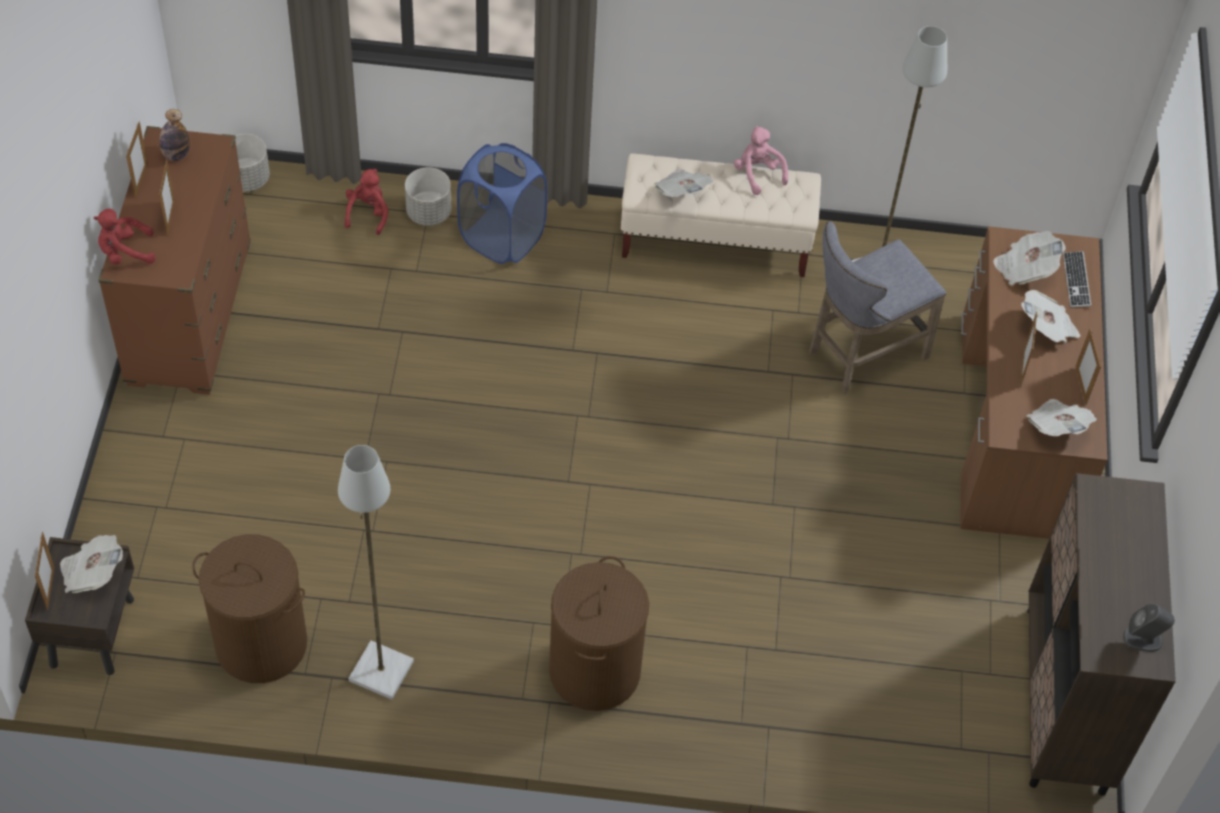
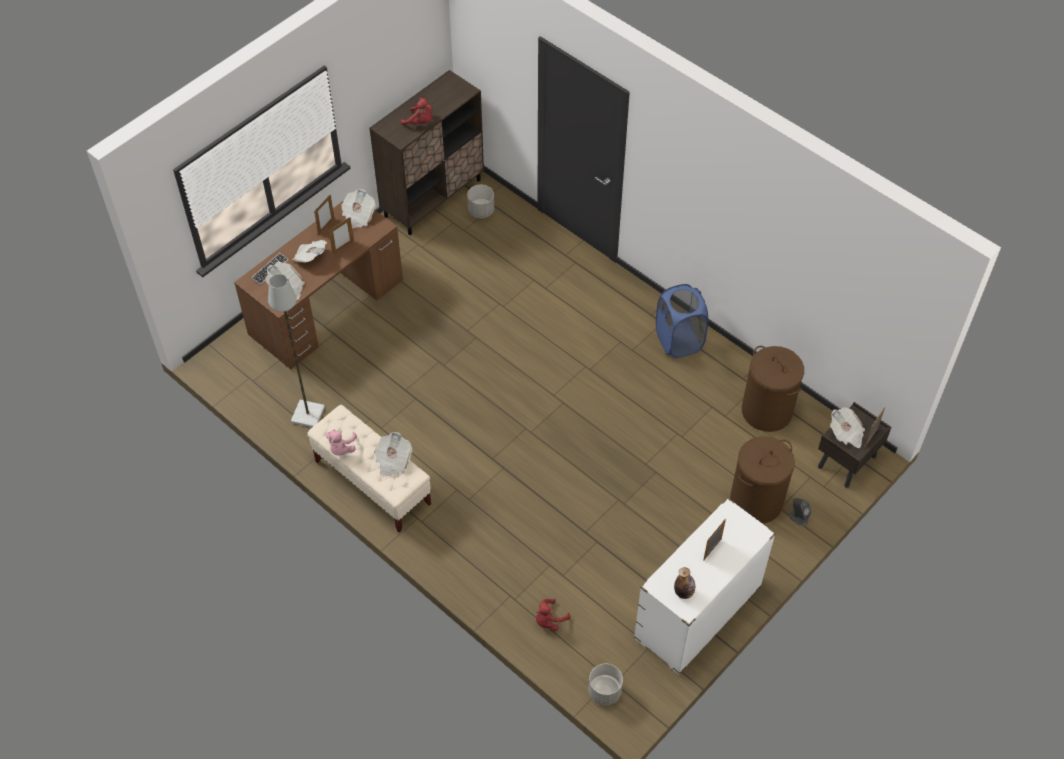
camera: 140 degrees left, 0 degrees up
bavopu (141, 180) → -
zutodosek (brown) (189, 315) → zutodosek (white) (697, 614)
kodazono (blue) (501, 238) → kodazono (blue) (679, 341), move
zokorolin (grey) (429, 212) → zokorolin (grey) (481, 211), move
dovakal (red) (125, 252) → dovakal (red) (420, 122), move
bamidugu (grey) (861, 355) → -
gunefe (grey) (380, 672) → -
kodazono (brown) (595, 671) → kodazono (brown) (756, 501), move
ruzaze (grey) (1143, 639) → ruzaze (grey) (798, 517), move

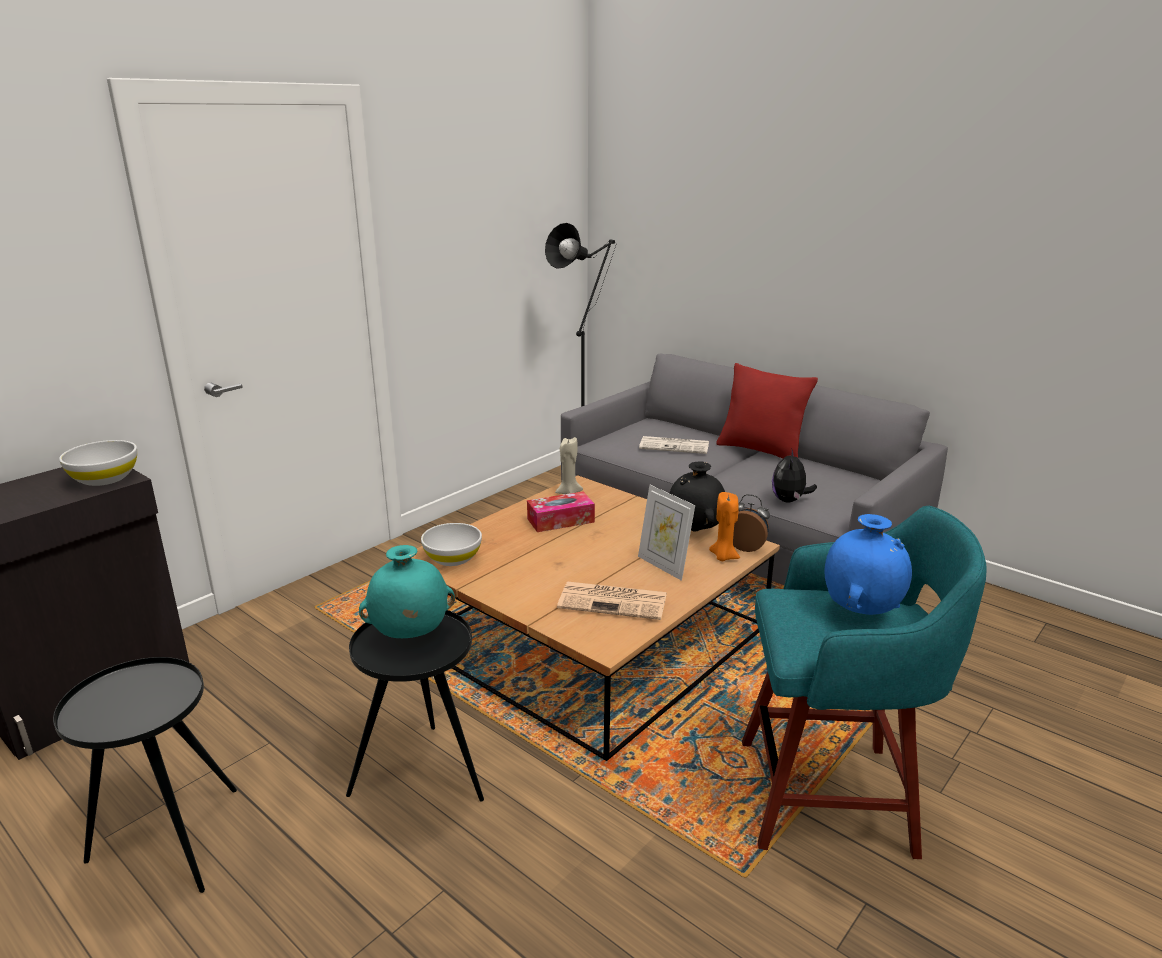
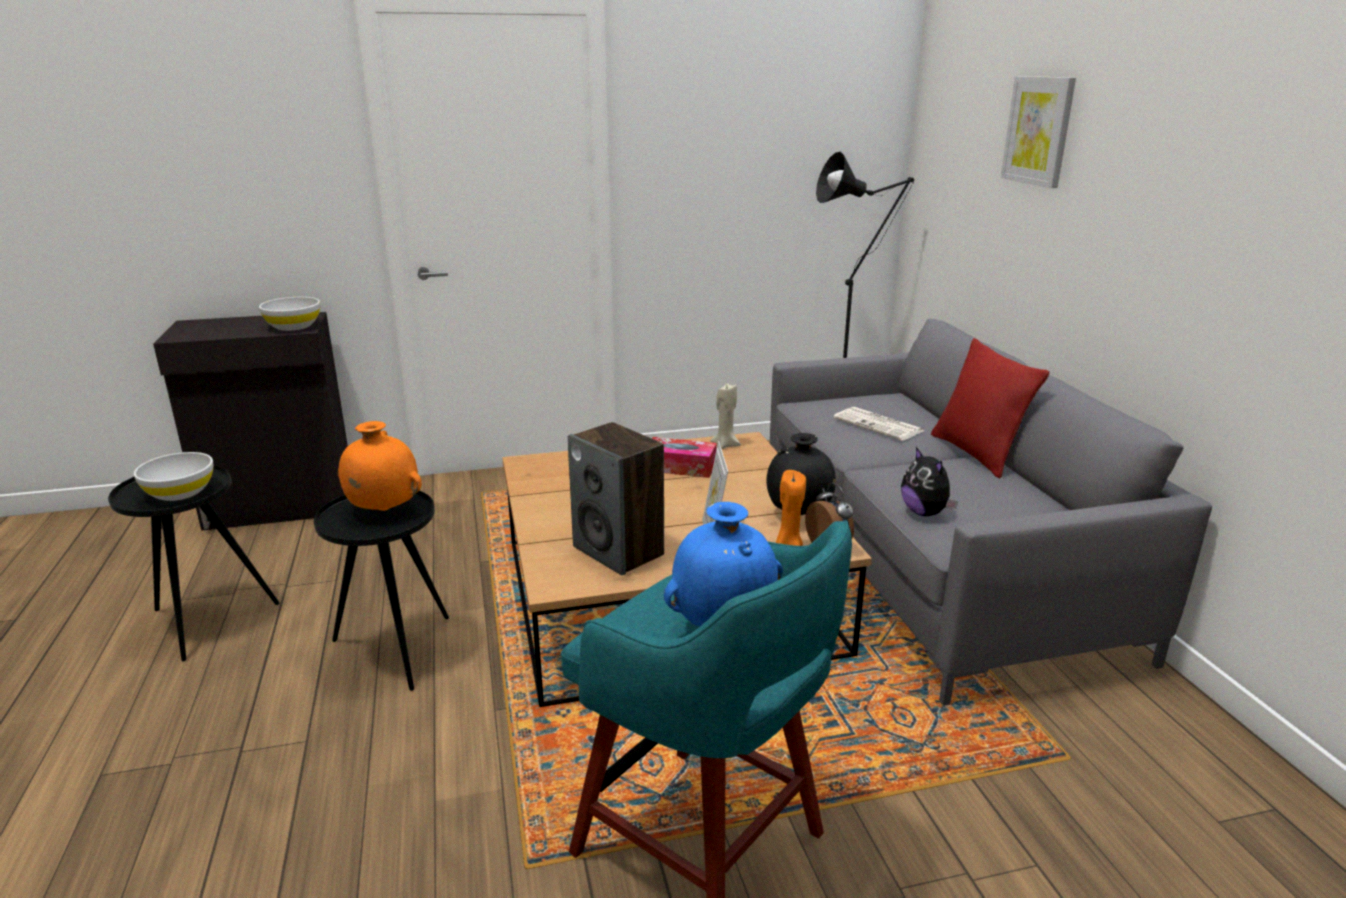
camera: 35 degrees right, 0 degrees up
dovakal (789, 501) → dovakal (925, 512), 75 degrees counterclockwise
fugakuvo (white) (452, 558) → fugakuvo (white) (180, 492), move
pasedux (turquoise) (409, 635) → pasedux (orange) (383, 510)
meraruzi (614, 601) → ruzaze (619, 551)
- → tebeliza (1039, 130)

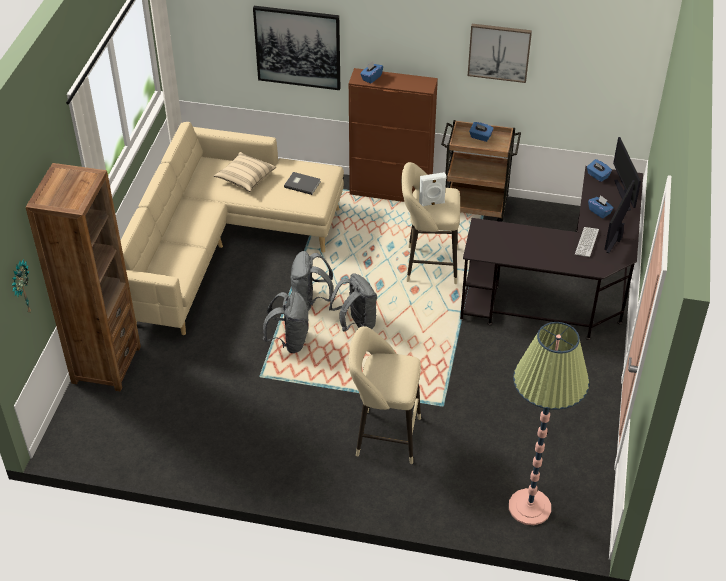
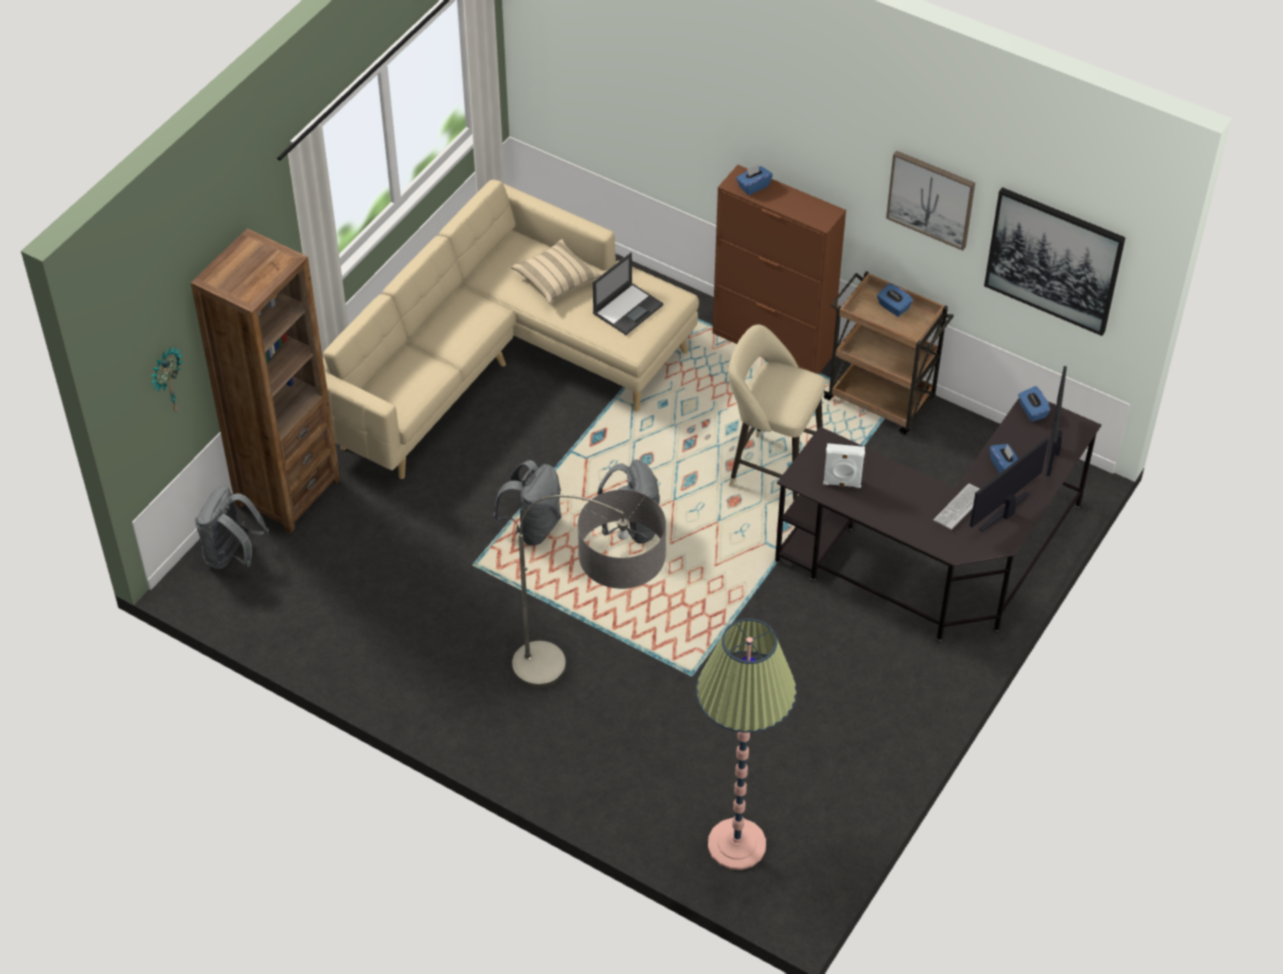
camera: 20 degrees right, 5 degrees up
tebeliza (298, 47) → tebeliza (1054, 260), move
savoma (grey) (302, 184) → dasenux (628, 308)
ruzaze (white) (432, 203) → ruzaze (white) (842, 483), move
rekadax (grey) (311, 301) → rekadax (grey) (233, 555), move
bamidugu (beige) (383, 436) → gunefe (595, 692)

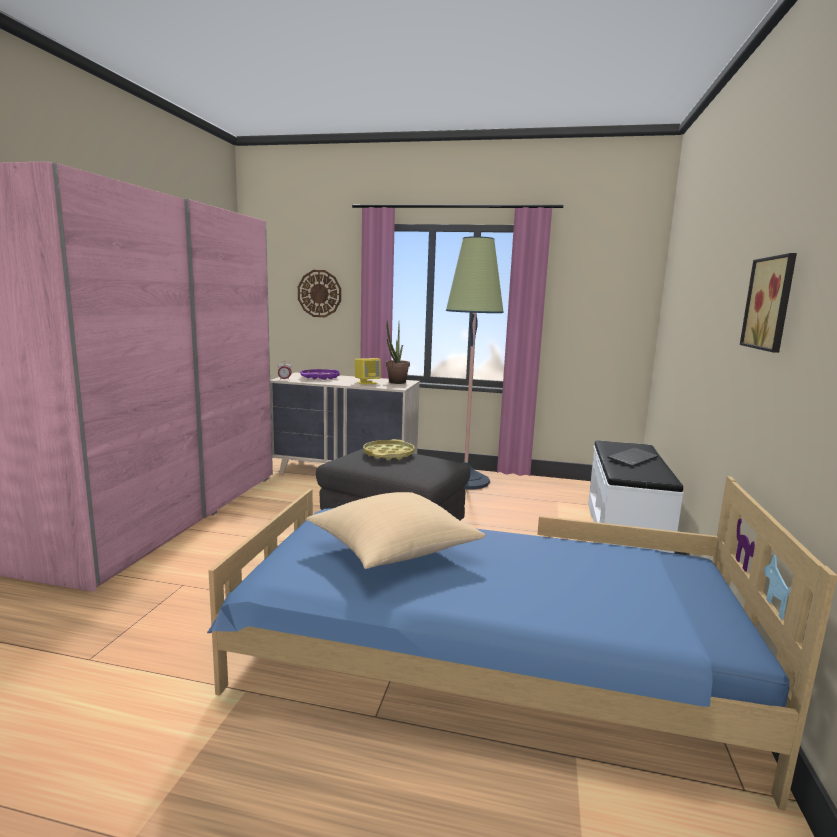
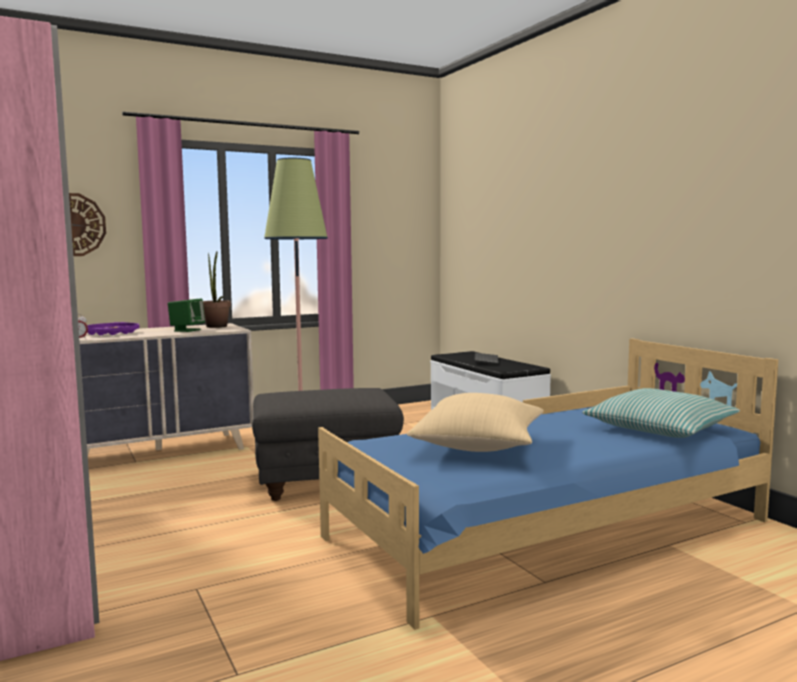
camera: 40 degrees left, 5 degrees down
tebeliza (773, 303) → -
ruzaze (yellow) (367, 383) → ruzaze (green) (187, 330)
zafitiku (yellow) (388, 454) → -
- → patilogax (660, 428)

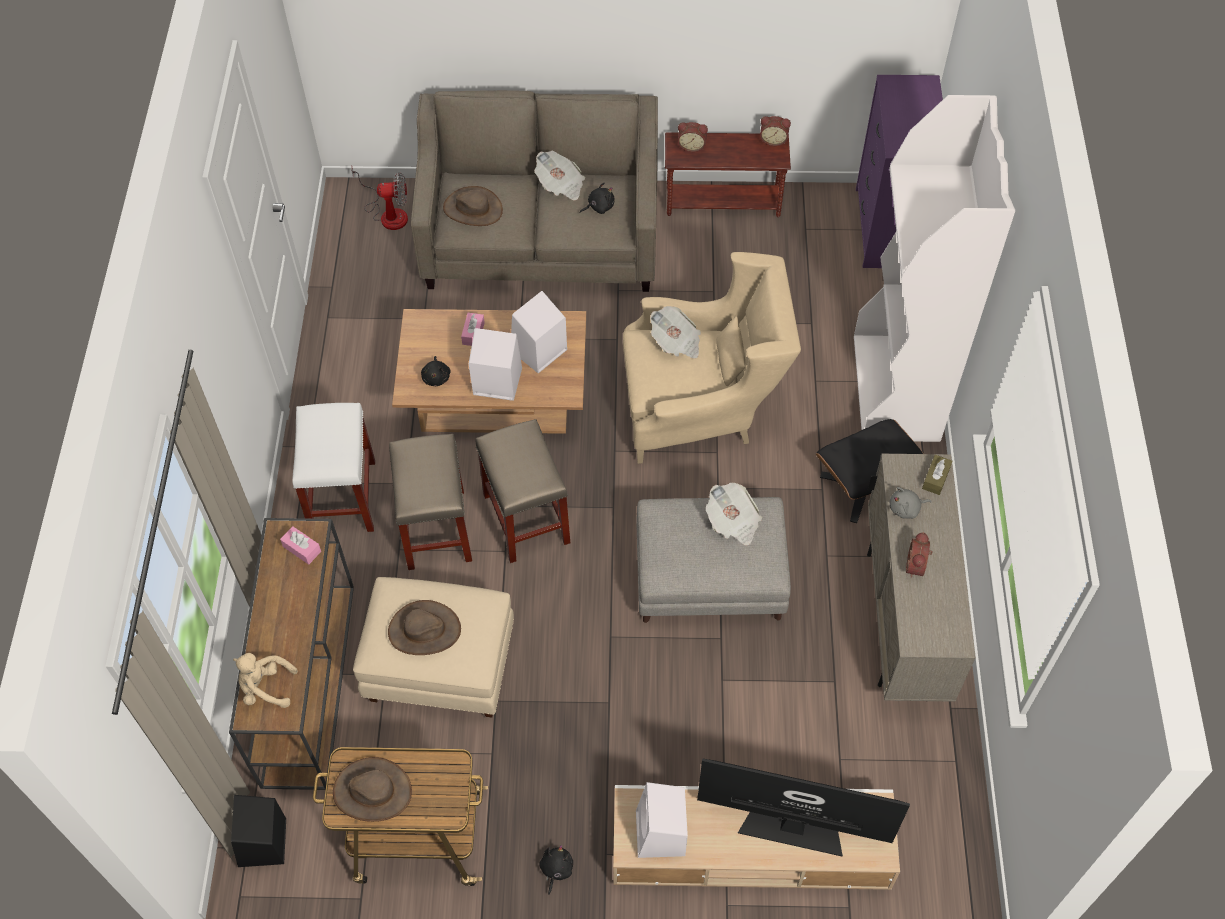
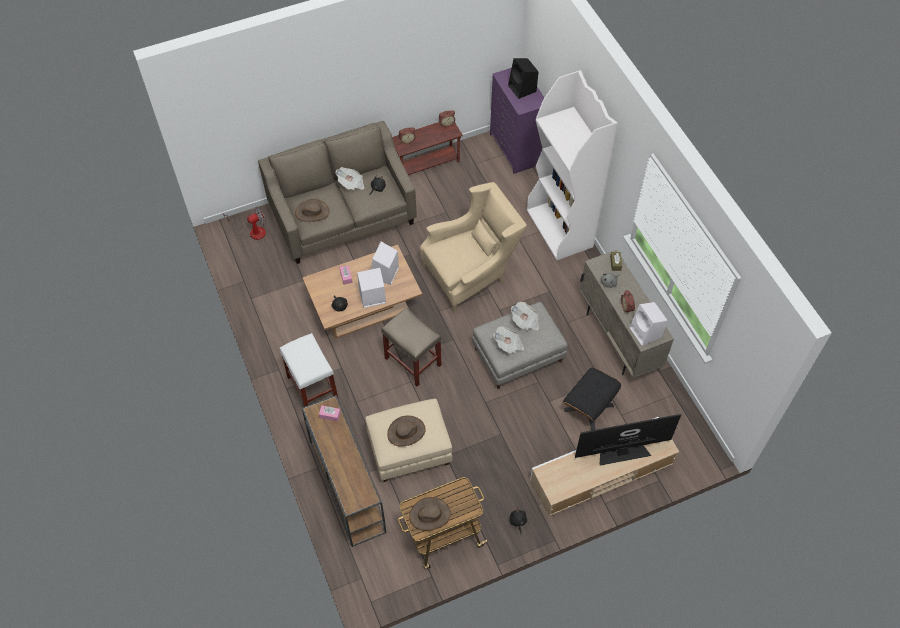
camera: 25 degrees left, 0 degrees up
meraruzi (676, 342) → meraruzi (508, 345), move
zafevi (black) (863, 486) → zafevi (black) (589, 408), move
bamidugu (beige) (437, 530) → -
dovakal (beige) (265, 687) → -
ruzaze (white) (661, 835) → ruzaze (white) (646, 333), move
ruzaze (black) (263, 844) → ruzaze (black) (522, 89), move

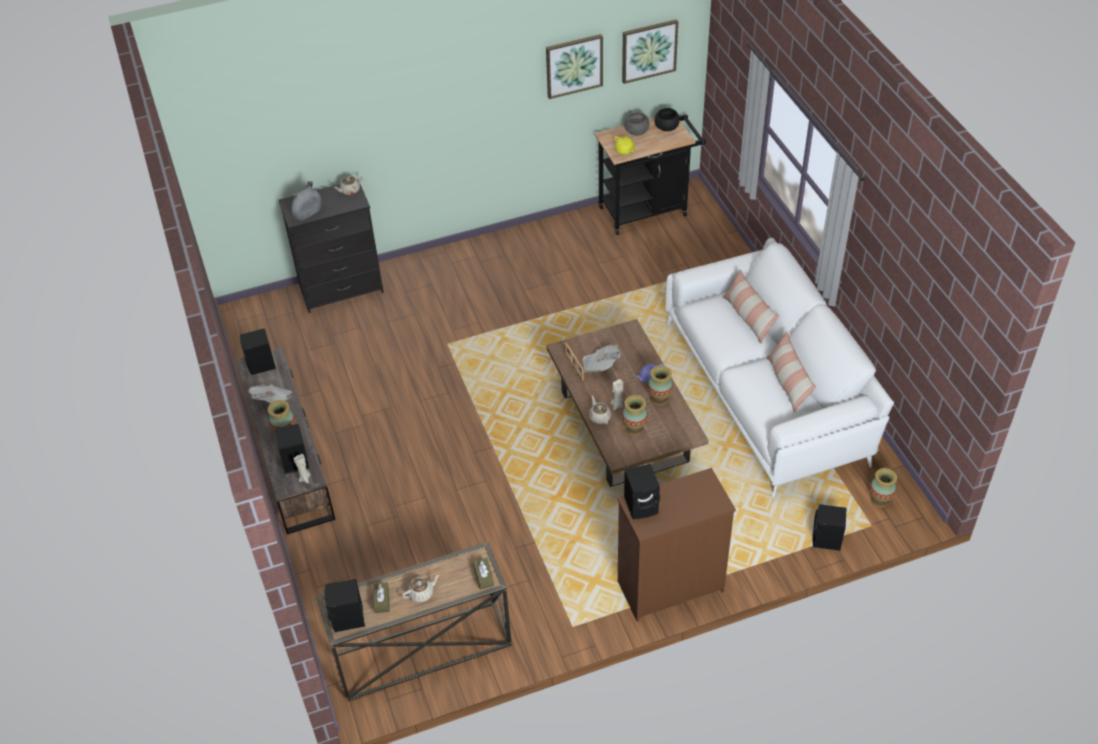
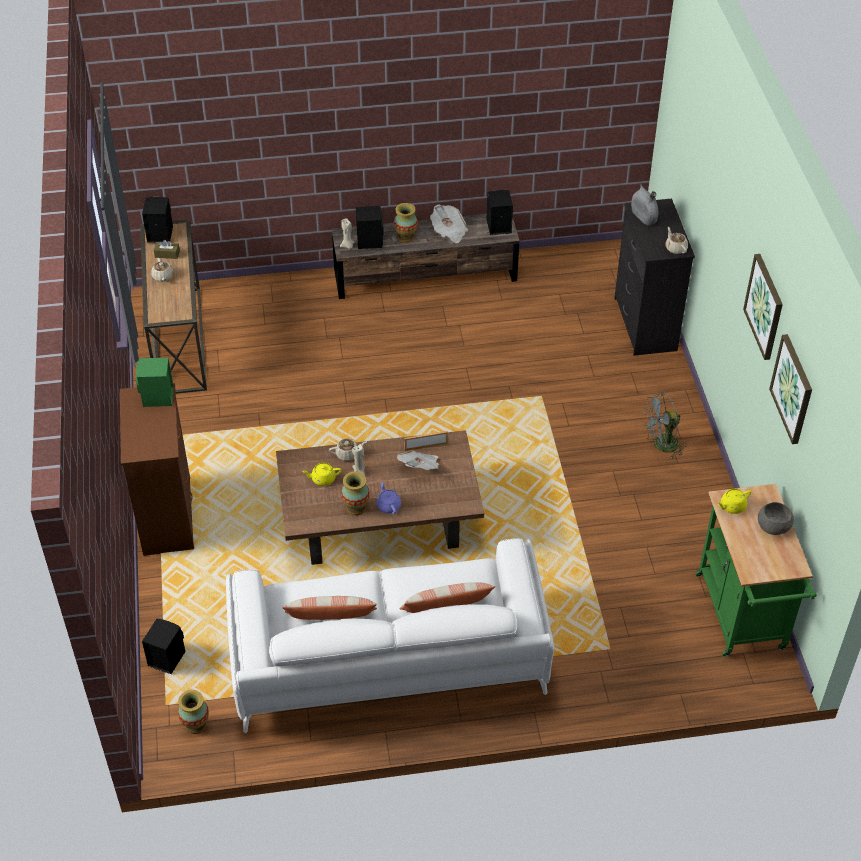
camera: 100 degrees right, 0 degrees up
tebeliza (649, 50) → tebeliza (765, 306), move
fugakuvo (black) (666, 127) → -
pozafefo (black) (648, 210) → pozafefo (green) (743, 618)
pasedux (634, 428) → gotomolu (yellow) (323, 479)
ruzaze (black) (642, 505) → ruzaze (green) (157, 398)
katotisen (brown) (483, 577) → -
- → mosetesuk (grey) (661, 446)

